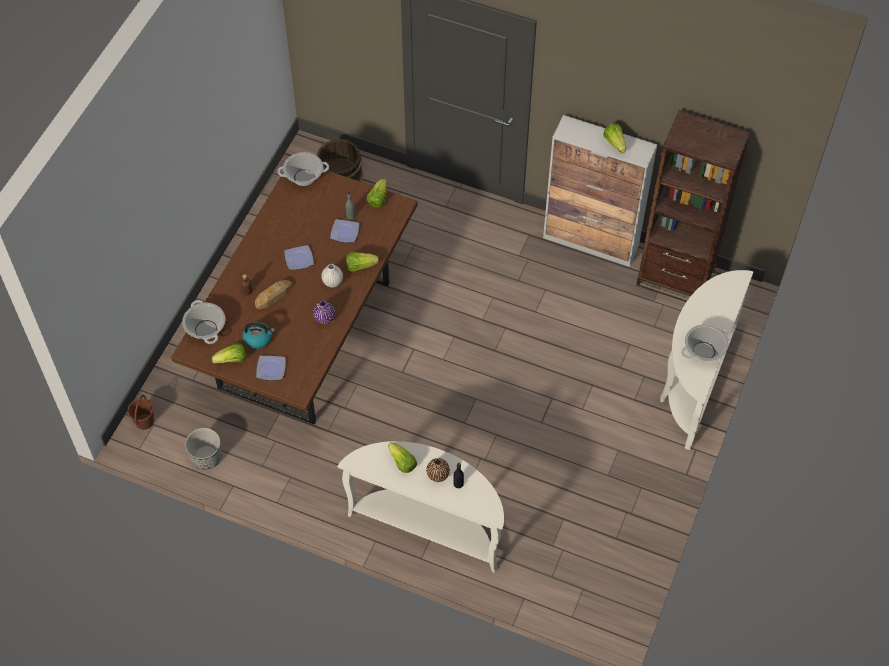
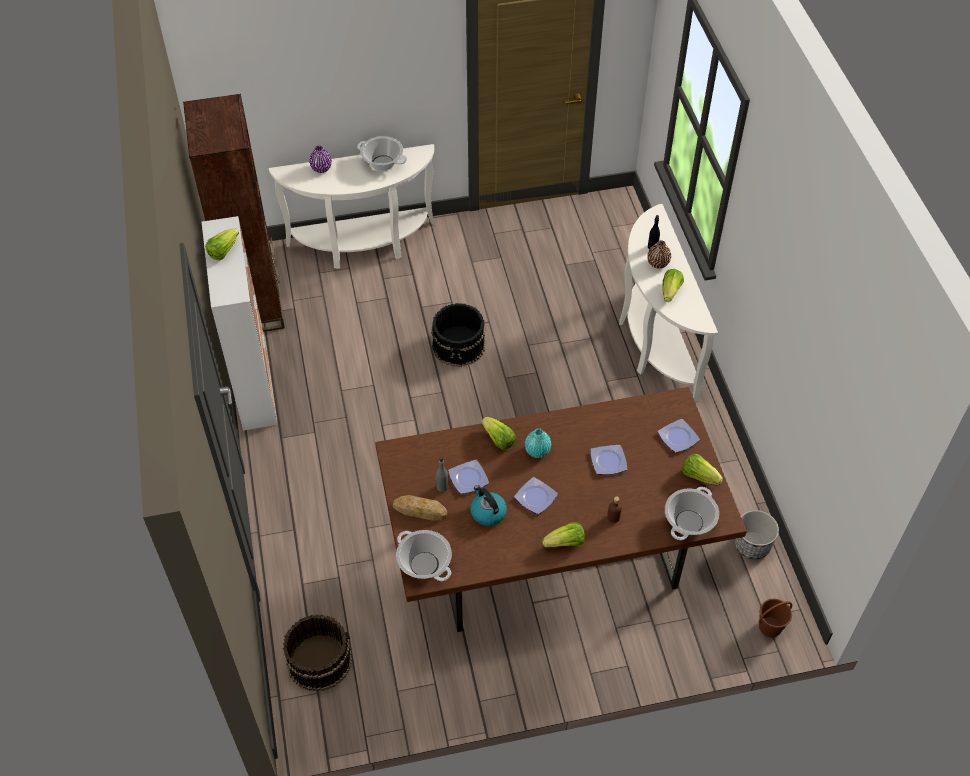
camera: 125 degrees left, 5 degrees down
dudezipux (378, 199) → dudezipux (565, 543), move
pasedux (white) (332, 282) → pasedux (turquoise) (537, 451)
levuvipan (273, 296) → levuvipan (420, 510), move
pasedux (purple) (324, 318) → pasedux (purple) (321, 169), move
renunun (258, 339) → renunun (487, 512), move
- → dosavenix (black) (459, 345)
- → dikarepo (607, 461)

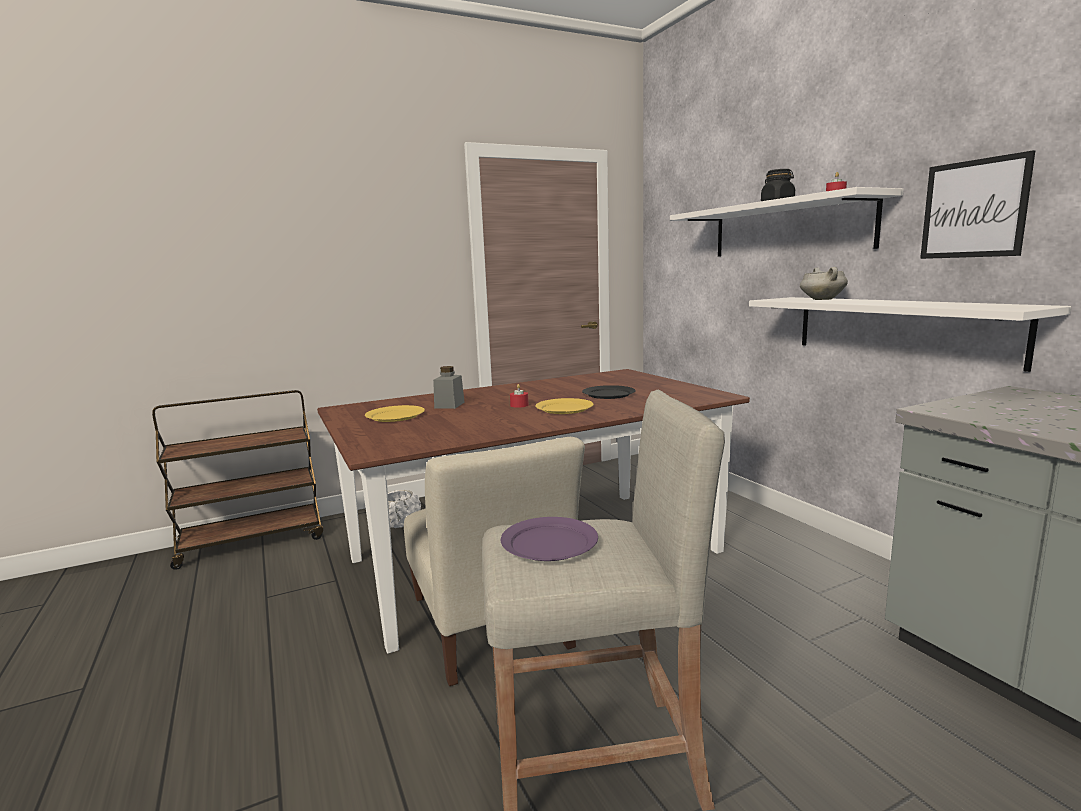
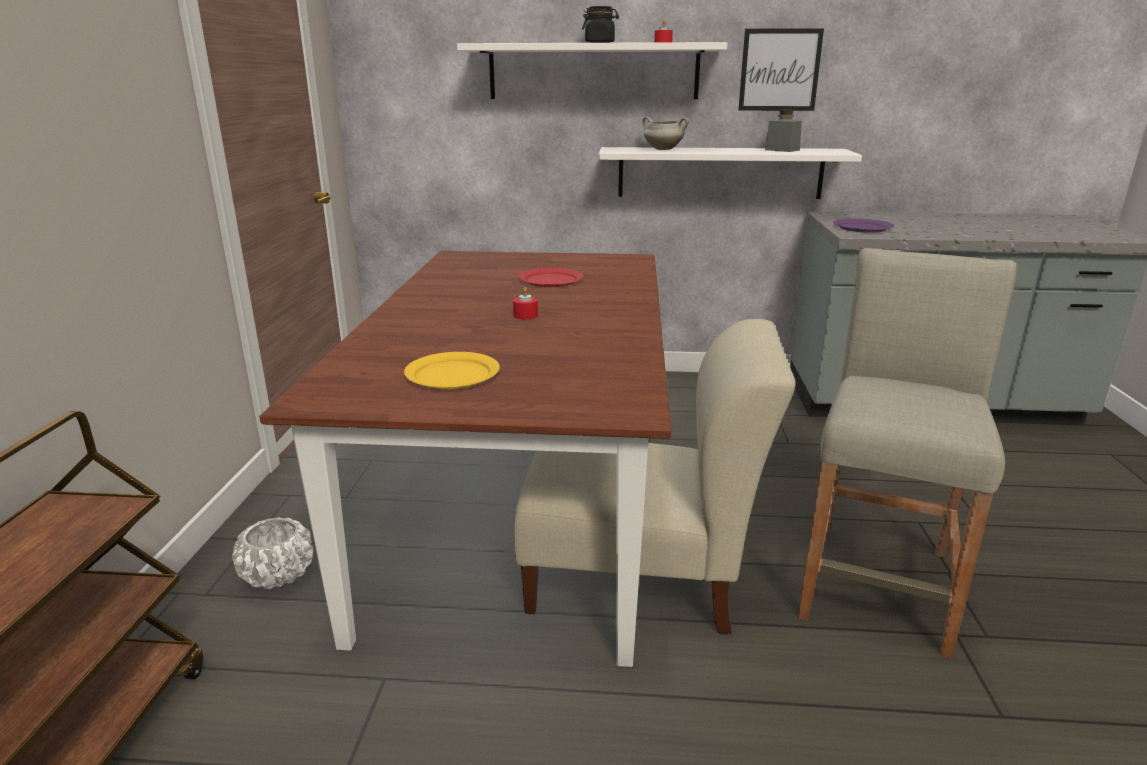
camera: 60 degrees left, 10 degrees up
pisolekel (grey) (449, 405) → pisolekel (grey) (782, 150), move
dikarepo (black) (608, 394) → dikarepo (red) (550, 280)
dikarepo (yellow) (565, 408) → -
dikarepo (purple) (549, 543) → dikarepo (purple) (863, 228), move

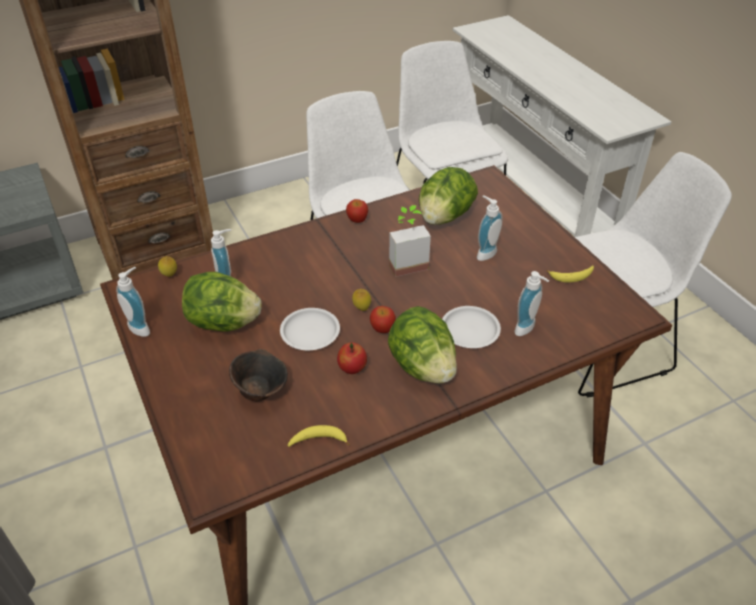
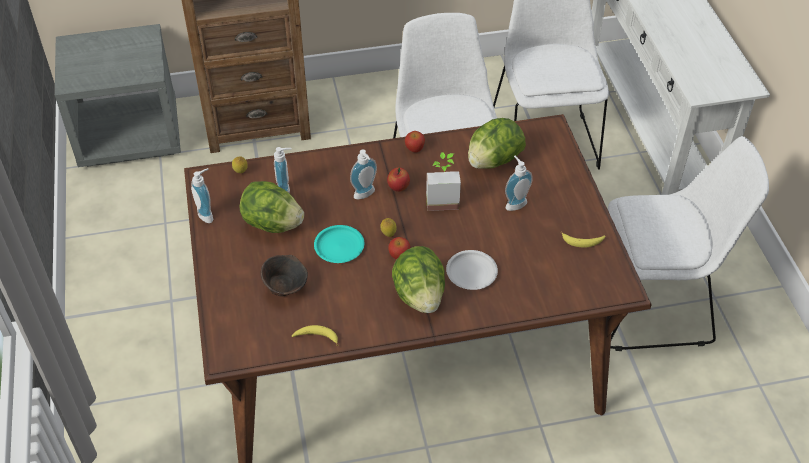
camera: 15 degrees right, 5 degrees up
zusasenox (527, 329) → zusasenox (365, 195), move
dikarepo (white) (310, 332) → dikarepo (turquoise) (339, 246)
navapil (352, 368) → navapil (398, 187), move

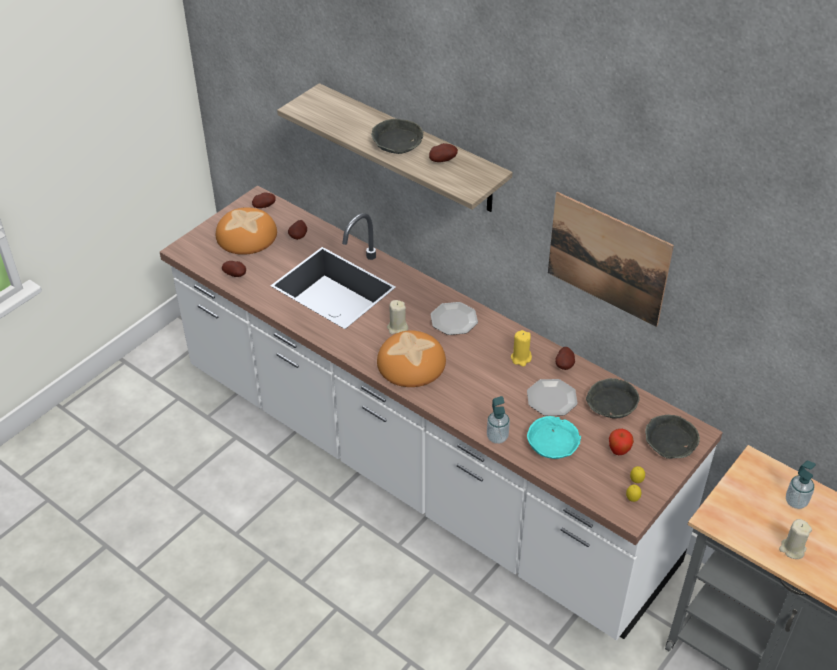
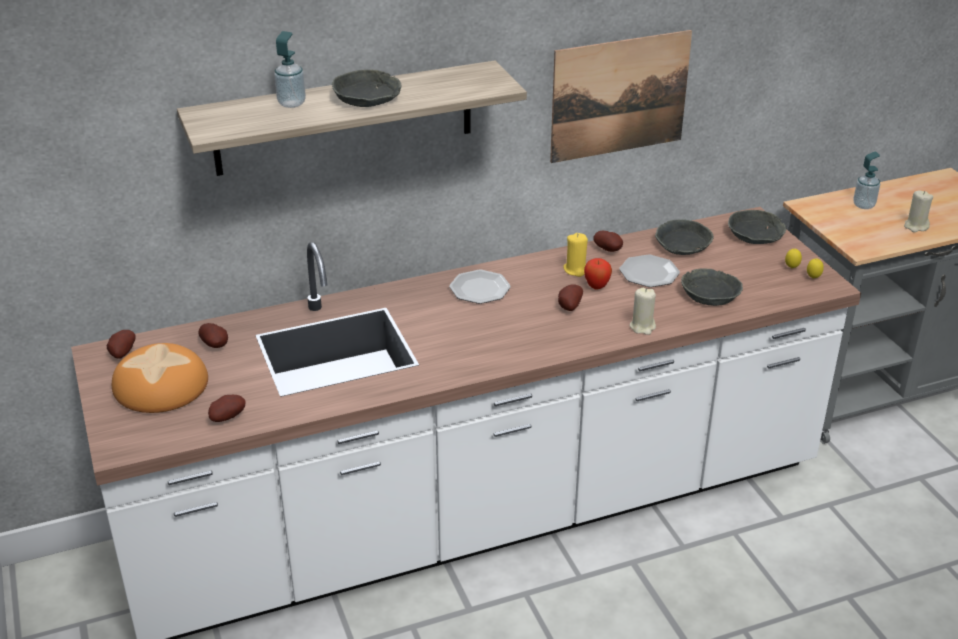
camera: 60 degrees left, 10 degrees down
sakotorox (442, 160) → sakotorox (568, 307), move
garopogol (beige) (397, 328) → garopogol (beige) (642, 327), move
levuvipan (411, 364) → -
zusasenox (497, 437) → zusasenox (291, 103), move
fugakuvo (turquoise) (553, 443) → fugakuvo (grey) (711, 293)
navapil (618, 451) → navapil (597, 286), move

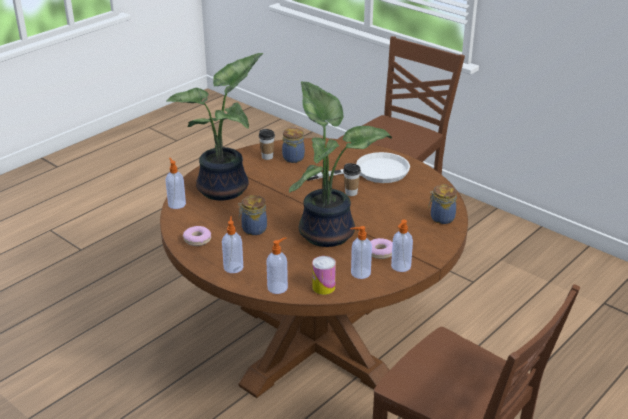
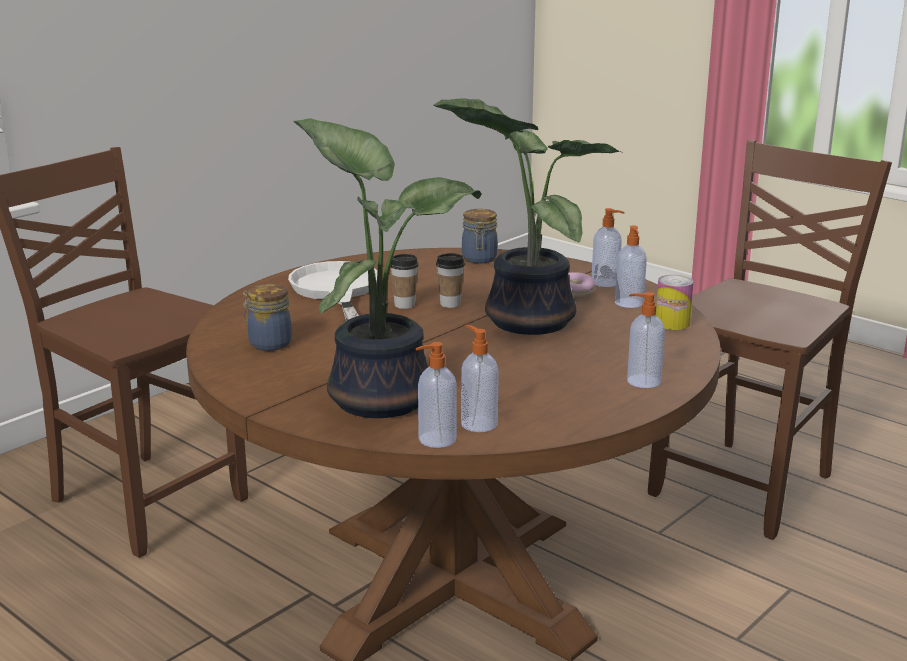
camera: 90 degrees left, 10 degrees down
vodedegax (267, 157) → vodedegax (450, 304), move
pisolekel (253, 229) → -
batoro (197, 240) → -
zusasenox (278, 287) → zusasenox (478, 423), move

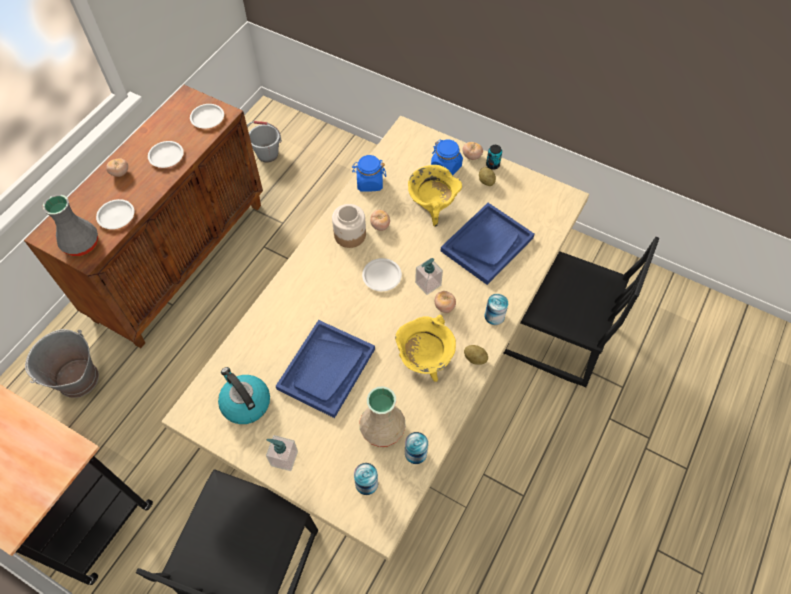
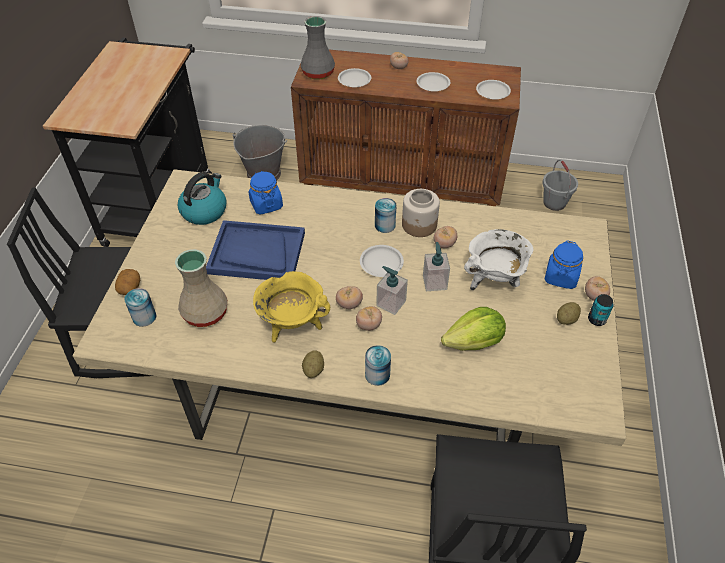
camera: 70 degrees right, 10 degrees down
pisolekel (blue) (369, 183) → pisolekel (blue) (266, 204), move
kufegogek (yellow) (432, 208) → kufegogek (white) (494, 280)
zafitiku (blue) (487, 244) → dudezipux (474, 343)
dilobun (415, 453) → dilobun (385, 225), move
zusasenox (284, 458) → zusasenox (434, 282), move
- → sakotorox (130, 288)
- → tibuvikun (349, 304)

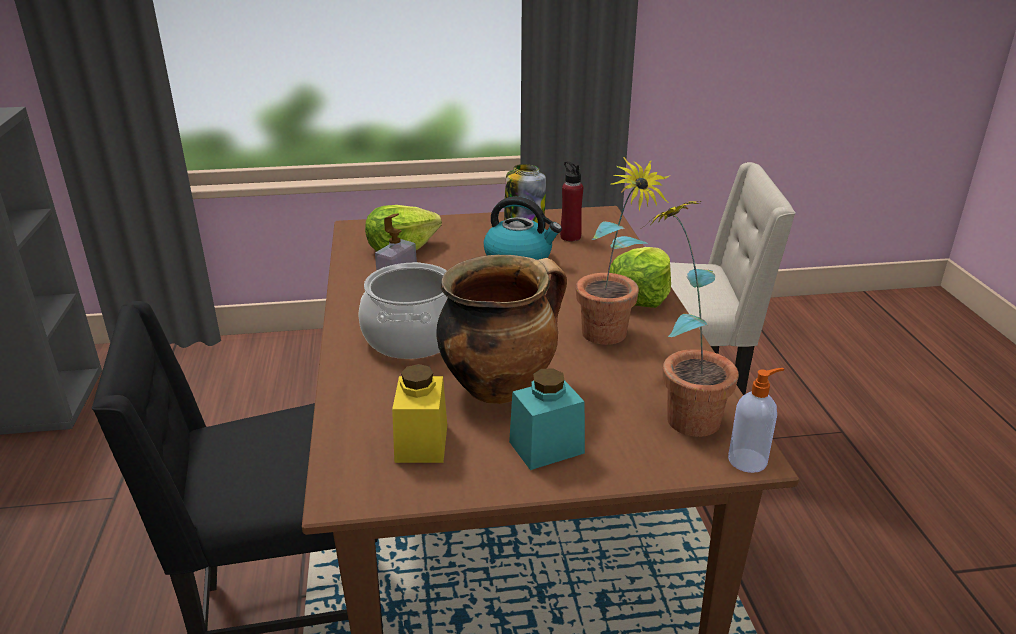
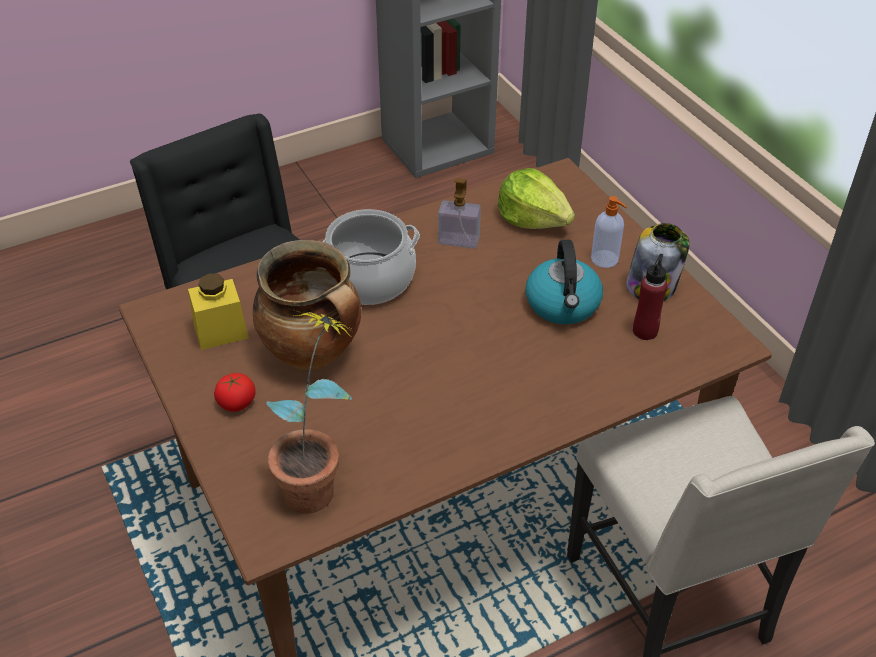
camera: 70 degrees right, 15 degrees up
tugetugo (610, 340) → -
dudezipux (640, 296) → -
pisolekel (turquoise) (546, 447) → tibuvikun (237, 403)
zusasenox (748, 460) → zusasenox (605, 259), move

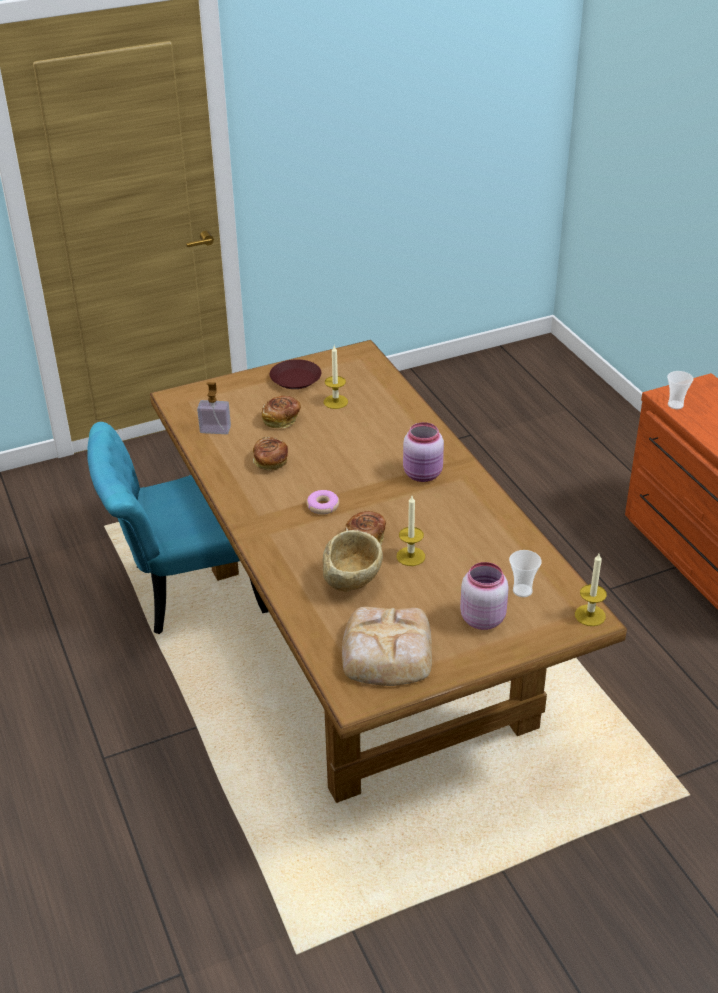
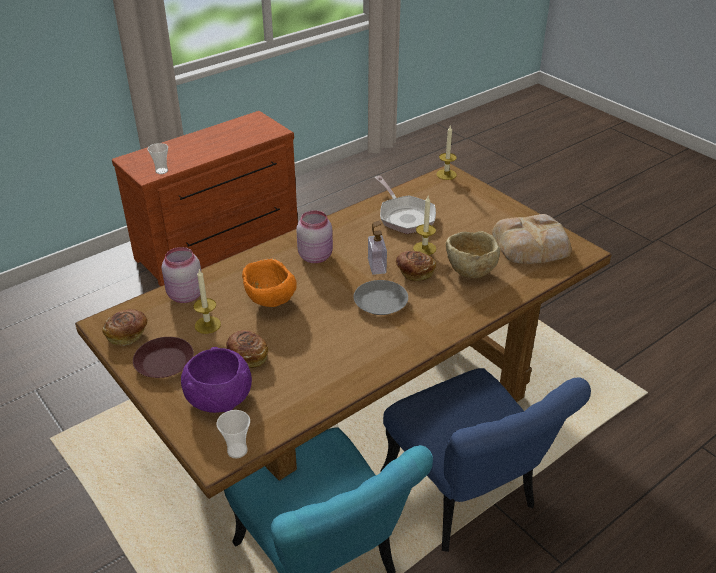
camera: 105 degrees left, 0 degrees up
zusasenox (215, 429) → zusasenox (377, 266), move
levuvipan (271, 462) → levuvipan (127, 334), move
batoro (323, 506) → dikarepo (grey) (381, 302)
vodedegax (522, 590) → vodedegax (237, 450), move
pisolekel (pink) (482, 618) → pisolekel (pink) (184, 295), move
- → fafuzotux (404, 216)
- → fugakuvo (orange) (270, 301)
- → fugakuvo (purple) (219, 397)
- → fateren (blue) (467, 500)

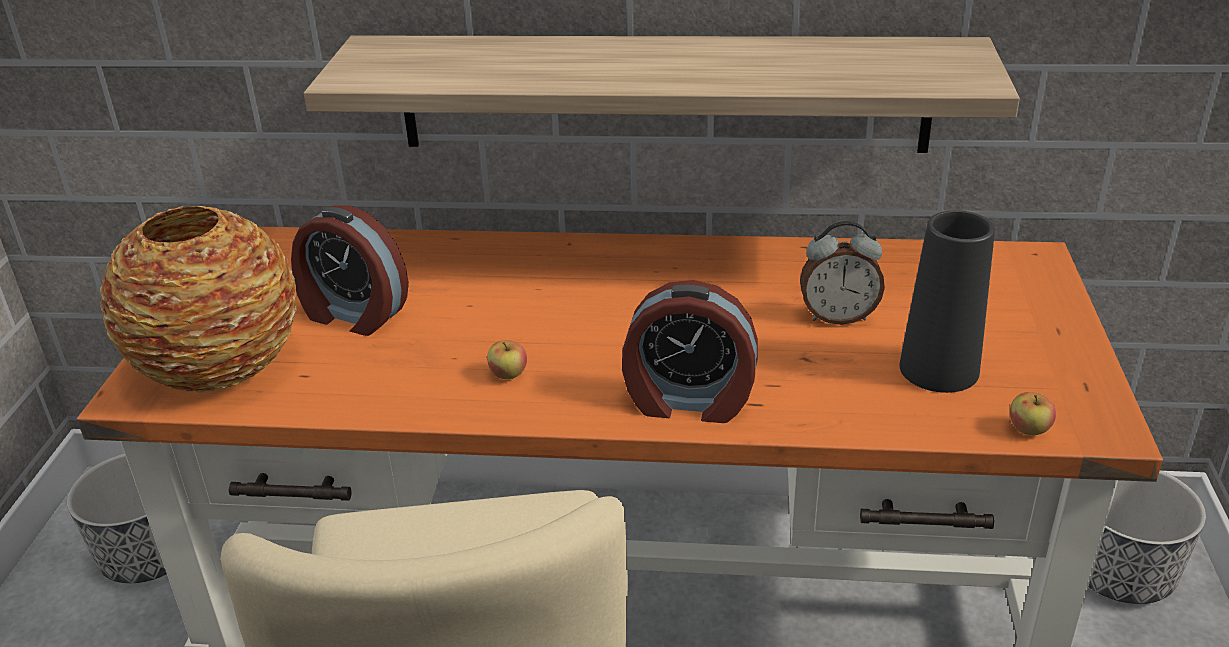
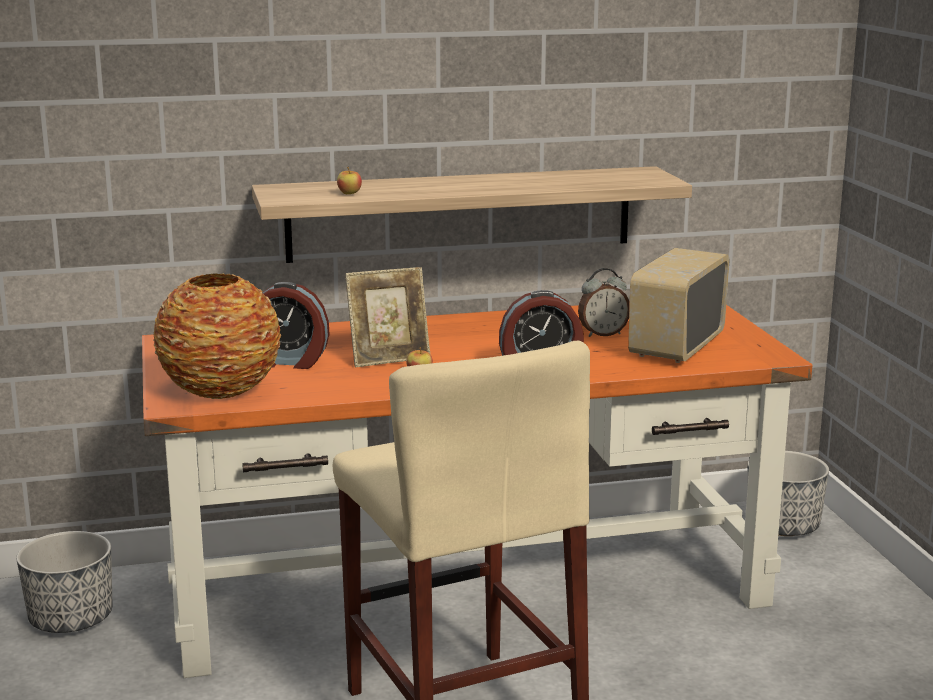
camera: 20 degrees left, 15 degrees down
pasedux (black) (939, 369) → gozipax (675, 347)
navapil (1029, 430) → navapil (349, 193), move
- → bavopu (389, 359)

